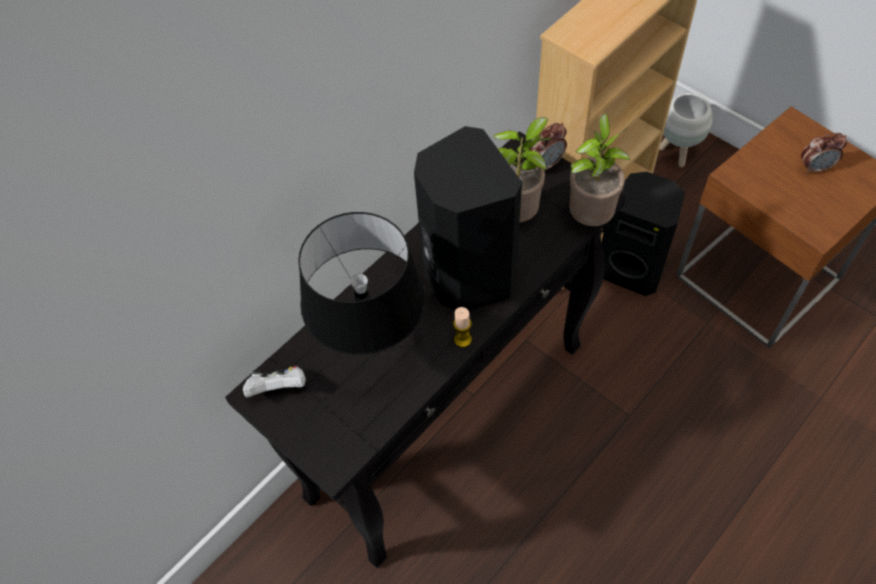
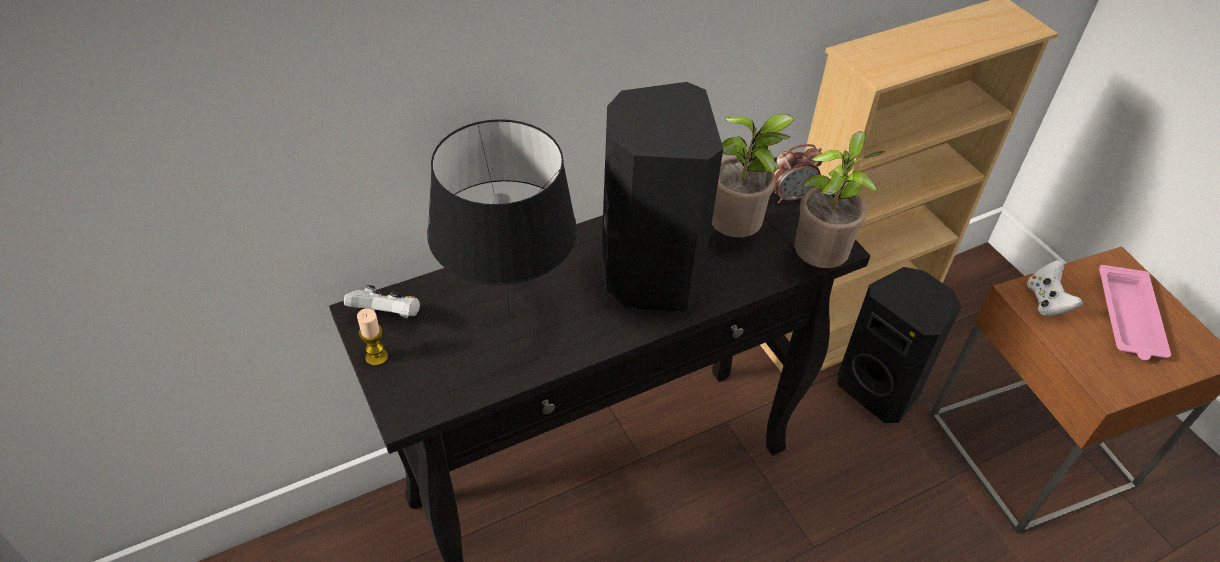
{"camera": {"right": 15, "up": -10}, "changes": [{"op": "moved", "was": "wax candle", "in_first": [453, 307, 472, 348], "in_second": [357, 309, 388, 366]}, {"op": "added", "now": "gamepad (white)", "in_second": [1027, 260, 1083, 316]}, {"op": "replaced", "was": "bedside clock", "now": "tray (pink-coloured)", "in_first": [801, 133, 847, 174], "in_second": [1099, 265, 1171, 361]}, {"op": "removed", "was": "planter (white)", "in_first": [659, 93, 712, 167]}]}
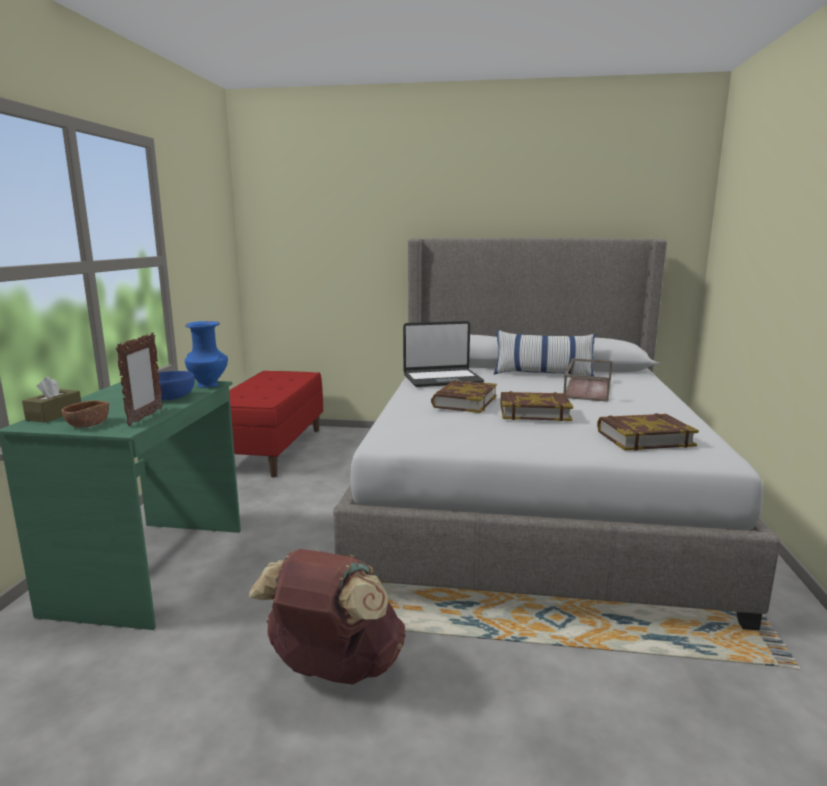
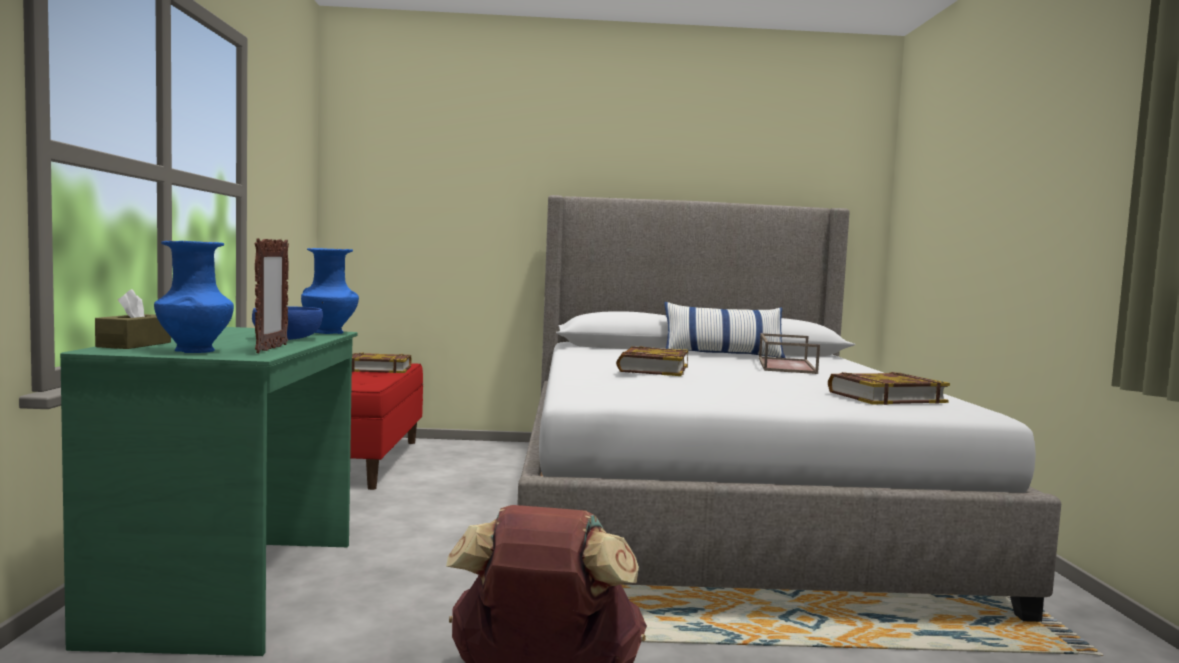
{"camera": {"right": -10, "up": -10}, "changes": [{"op": "replaced", "was": "bowl (brownish)", "now": "decorative vase (bluish)", "in_first": [62, 400, 109, 428], "in_second": [154, 241, 234, 353]}, {"op": "moved", "was": "bound book", "in_first": [501, 391, 573, 421], "in_second": [352, 353, 412, 373]}, {"op": "removed", "was": "notebook computer", "in_first": [403, 321, 484, 387]}]}
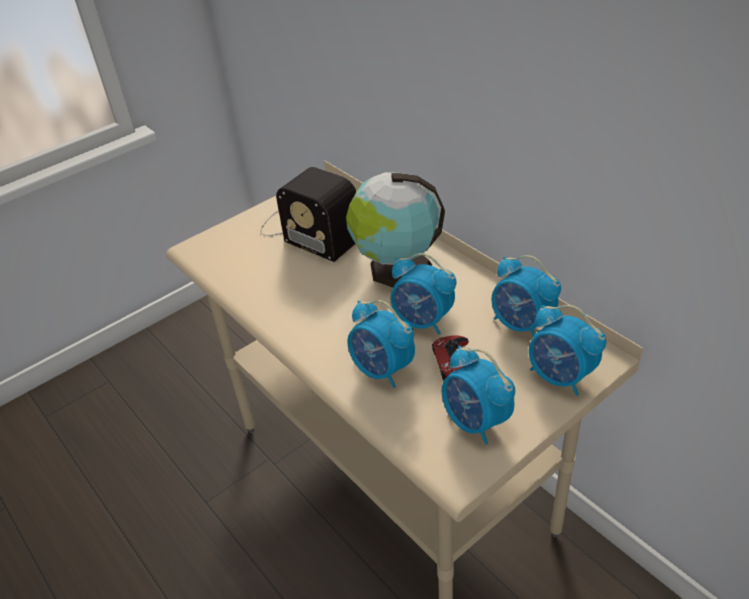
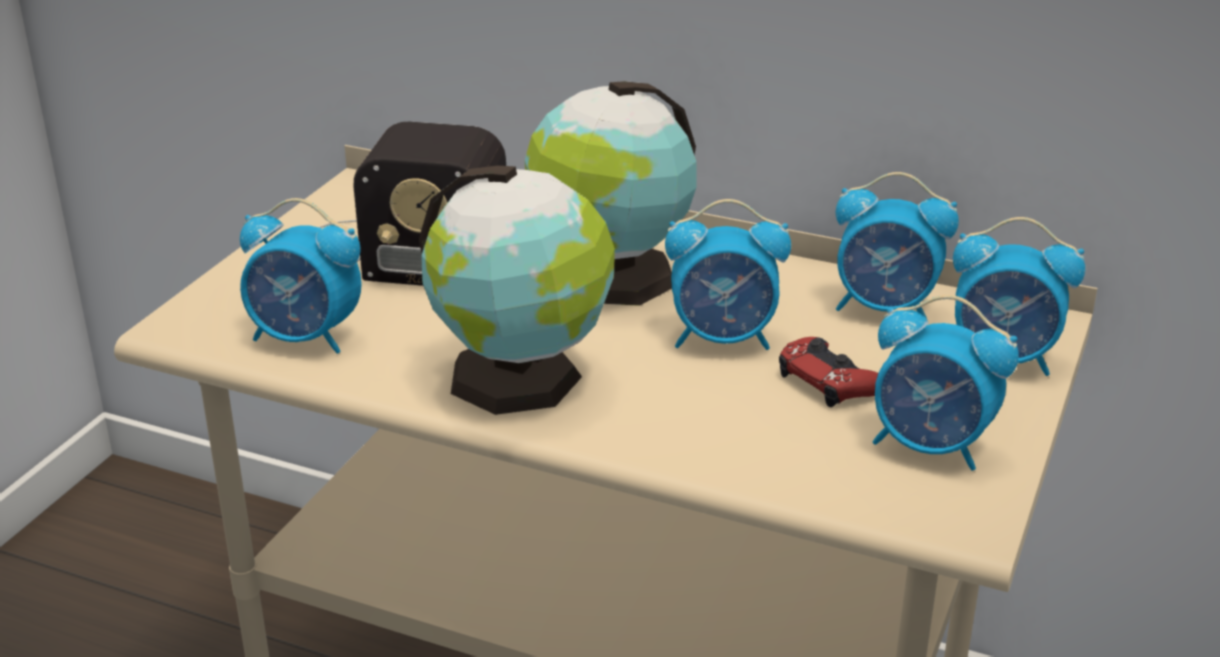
{"camera": {"right": -30, "up": -10}, "changes": [{"op": "moved", "was": "bedside clock", "in_first": [347, 300, 415, 388], "in_second": [240, 198, 362, 354]}, {"op": "added", "now": "desk globe", "in_second": [419, 166, 615, 415]}]}
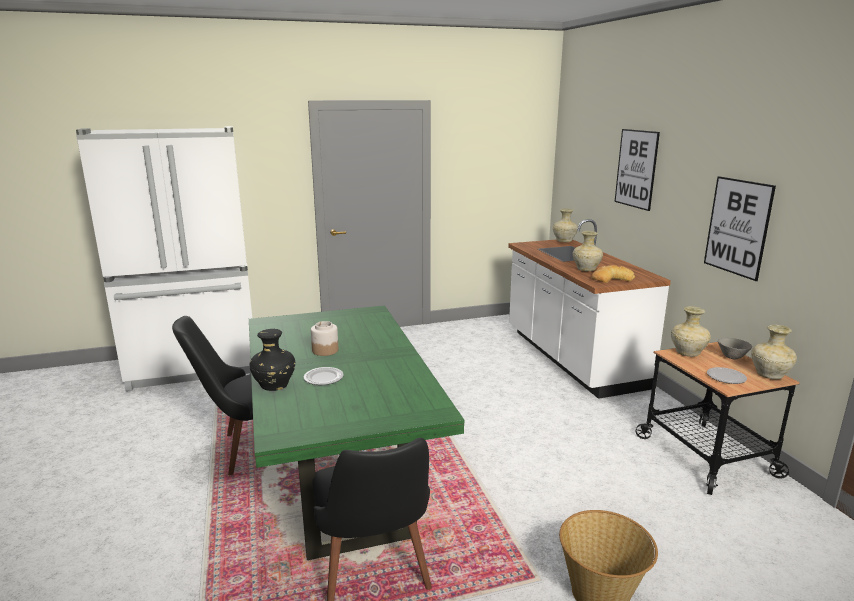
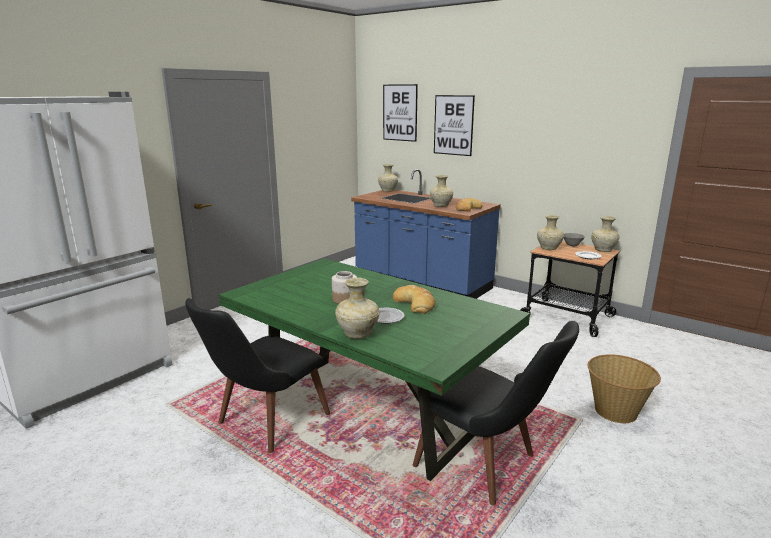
{"camera": {"right": -35, "up": 0}, "changes": [{"op": "recoloured", "was": "decorative vase (black-coloured)", "now": "decorative vase (beige)", "in_first": [249, 329, 295, 391], "in_second": [335, 277, 379, 339]}, {"op": "recoloured", "was": "kitchen base unit (white)", "now": "kitchen base unit (bluish)", "in_first": [508, 219, 671, 399], "in_second": [351, 169, 501, 299]}, {"op": "moved", "was": "picture", "in_first": [704, 176, 776, 281], "in_second": [383, 84, 418, 142]}, {"op": "added", "now": "bakery bread", "in_second": [393, 285, 436, 314]}]}
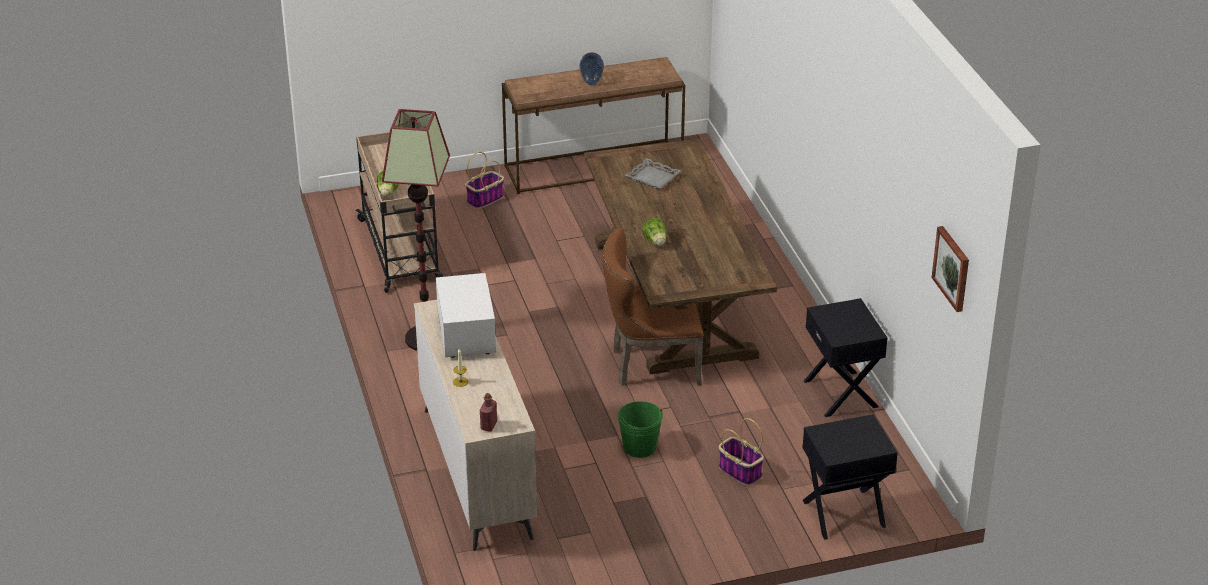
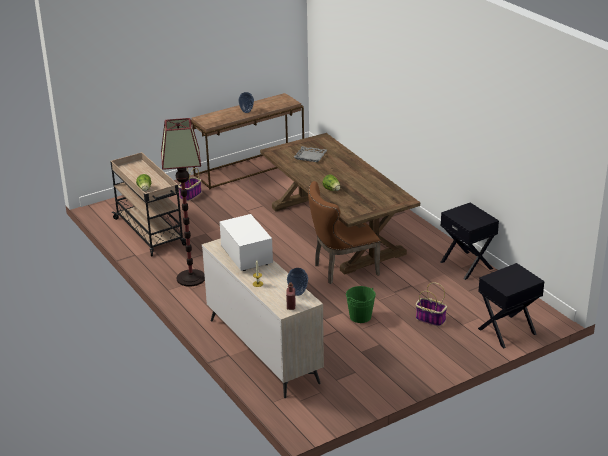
{"camera": {"right": -15, "up": -5}, "changes": [{"op": "added", "now": "decorative vase", "in_second": [287, 268, 308, 296]}, {"op": "removed", "was": "picture", "in_first": [932, 226, 969, 312]}]}
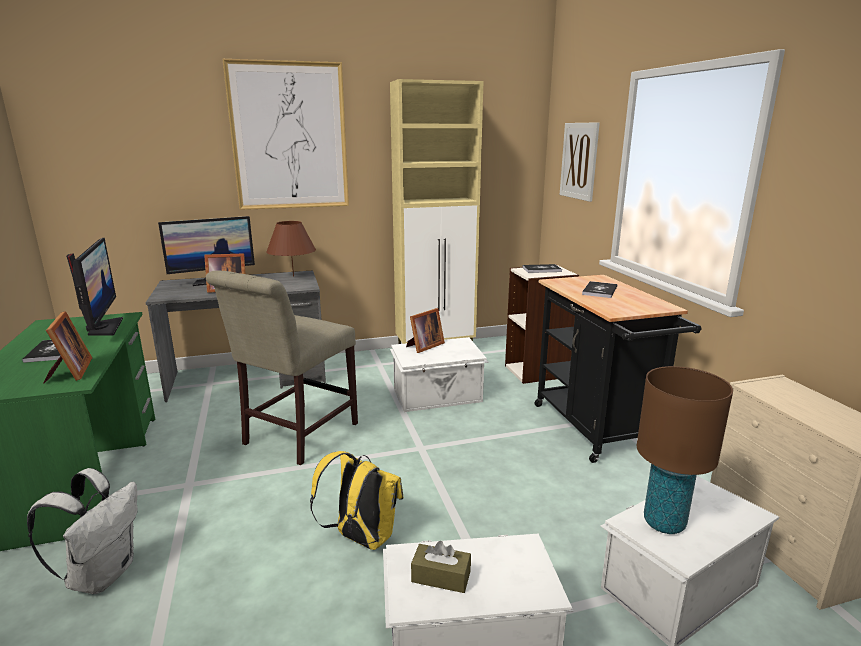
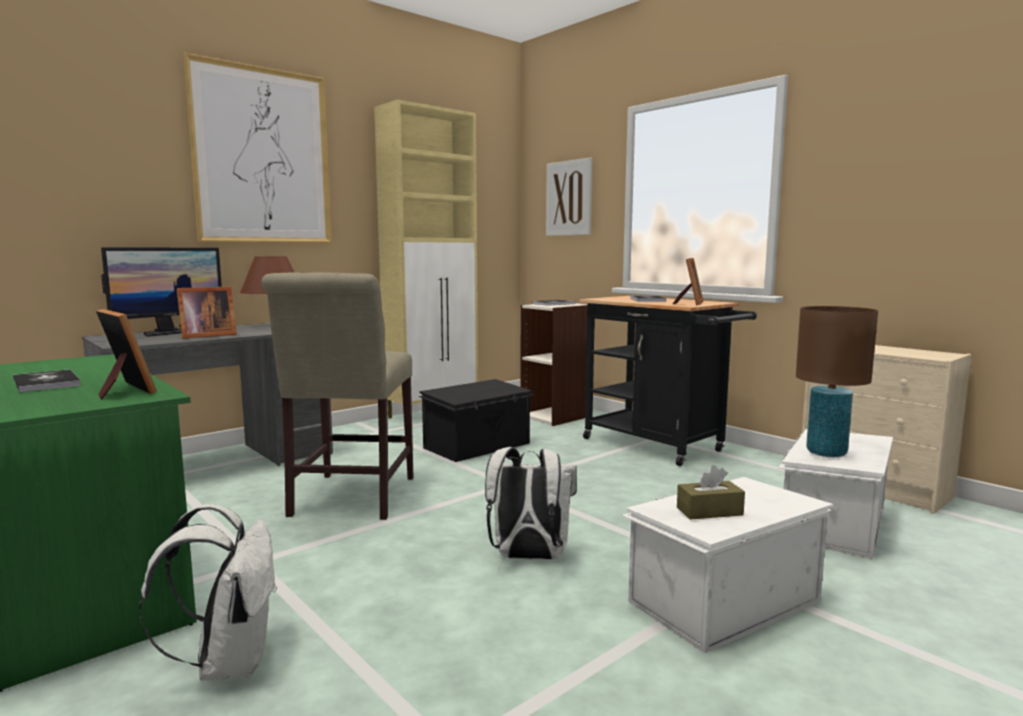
{"camera": {"right": -25, "up": -10}, "changes": [{"op": "recoloured", "was": "storage bin (white)", "now": "storage bin (black-coloured)", "in_first": [390, 337, 489, 412], "in_second": [419, 379, 535, 462]}, {"op": "recoloured", "was": "knapsack (yellow)", "now": "knapsack (white)", "in_first": [310, 451, 403, 550], "in_second": [485, 447, 577, 560]}, {"op": "moved", "was": "photo frame", "in_first": [406, 308, 445, 353], "in_second": [673, 258, 703, 305]}, {"op": "removed", "was": "monitor", "in_first": [66, 238, 123, 336]}]}
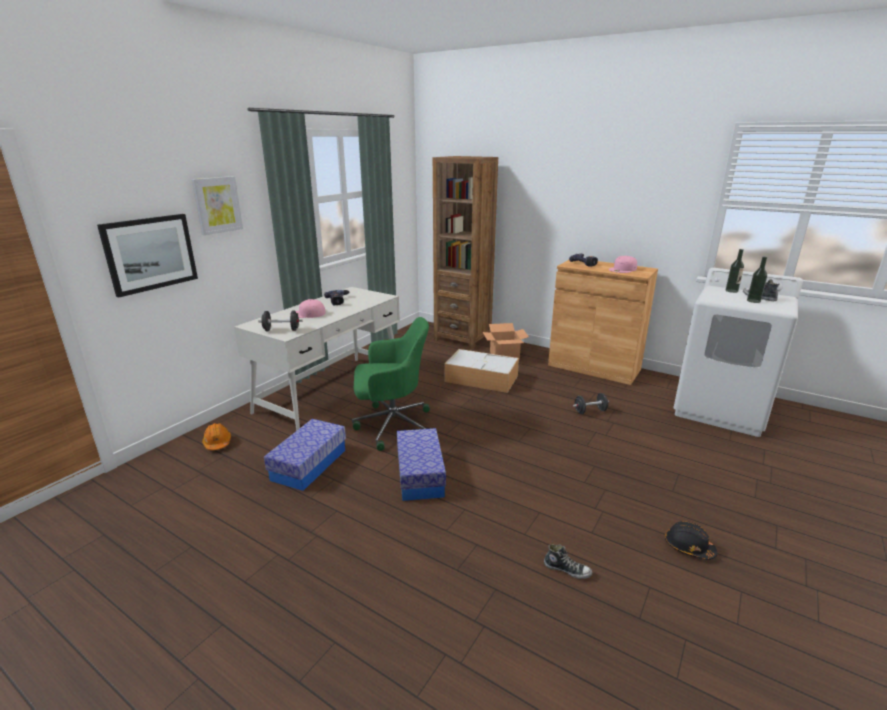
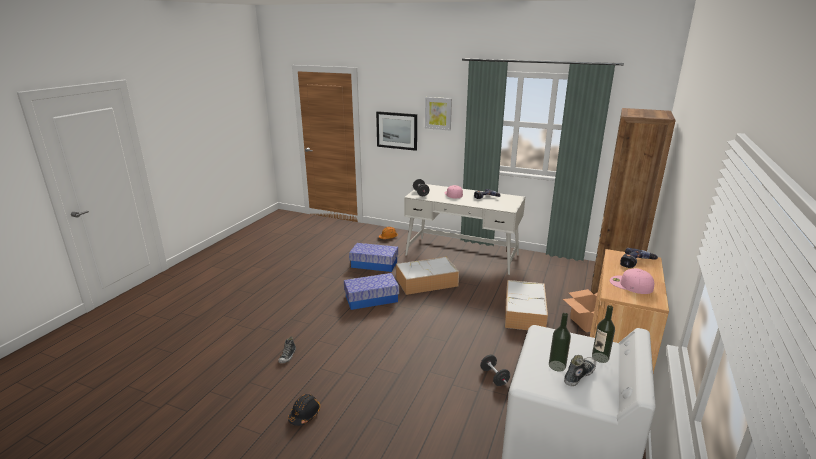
{"camera": {"right": 80, "up": 0}, "changes": [{"op": "replaced", "was": "computer chair (greenish)", "now": "storage bin", "in_first": [352, 317, 430, 451], "in_second": [396, 257, 459, 295]}]}
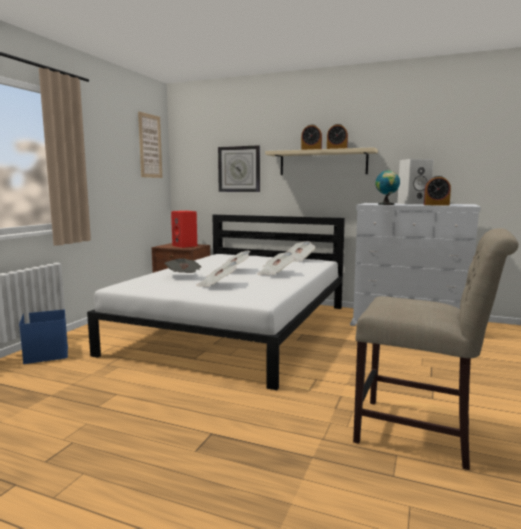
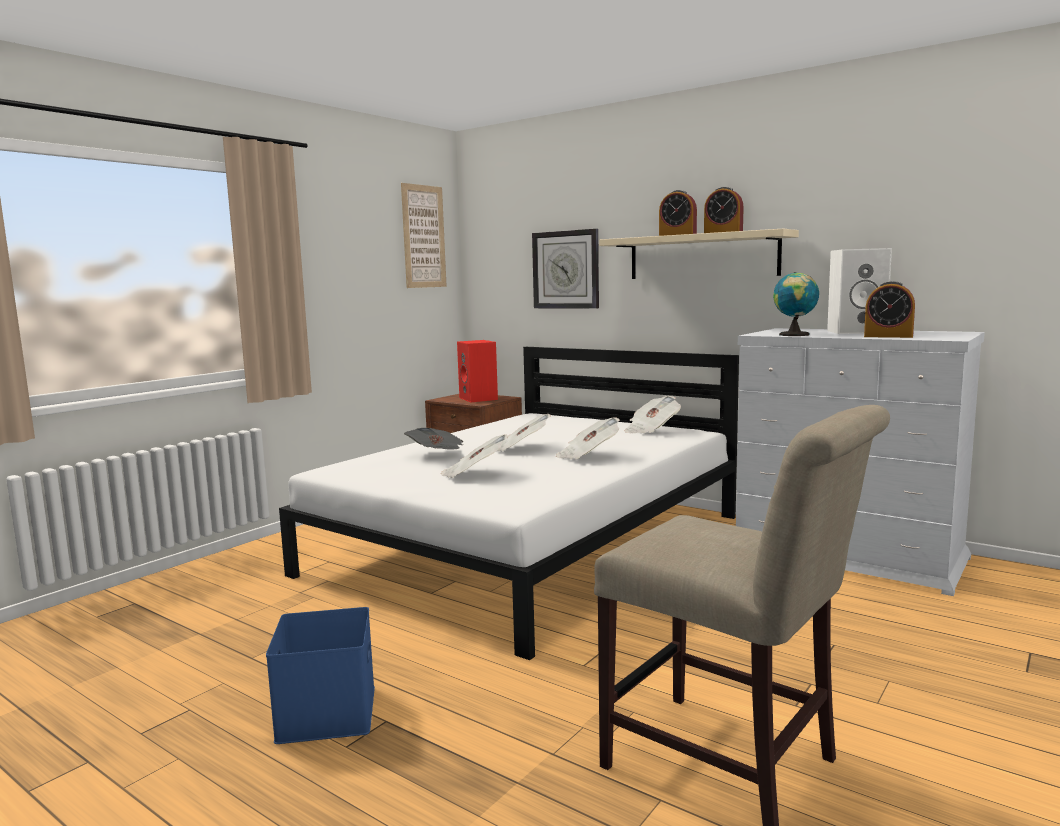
{"camera": {"right": 15, "up": 0}, "changes": [{"op": "moved", "was": "storage bin (bluish)", "in_first": [19, 310, 68, 364], "in_second": [266, 607, 375, 744]}]}
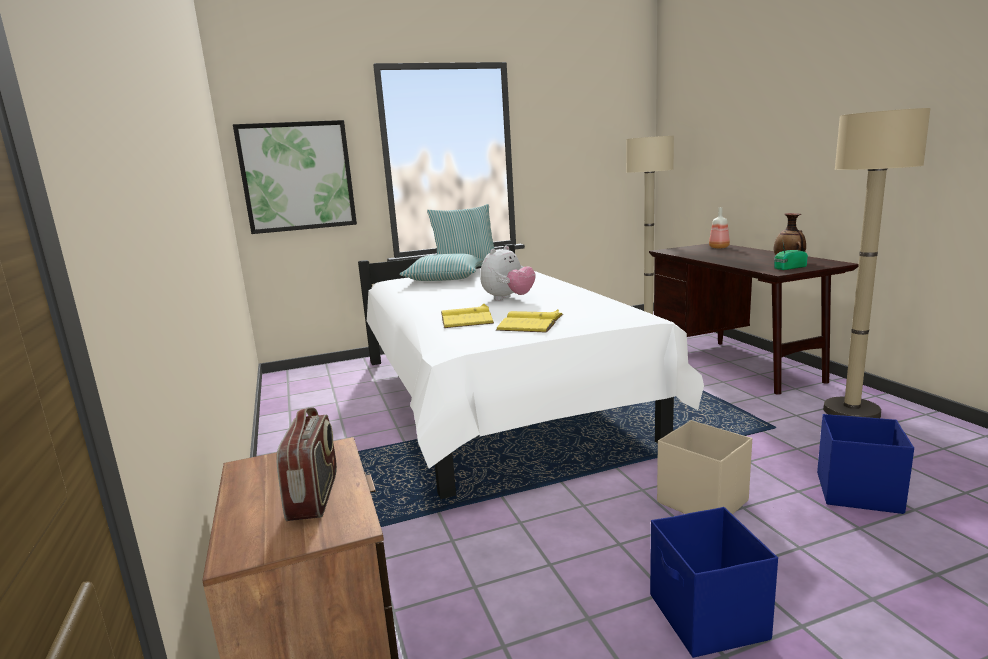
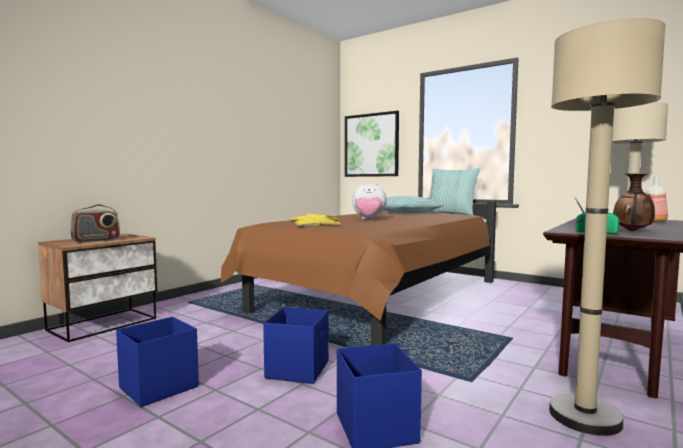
{"camera": {"right": 55, "up": -10}, "changes": [{"op": "recoloured", "was": "bedroom bed (white)", "now": "bedroom bed (brownish)", "in_first": [358, 244, 704, 499], "in_second": [221, 201, 496, 346]}, {"op": "recoloured", "was": "storage bin (beige)", "now": "storage bin (bluish)", "in_first": [657, 420, 752, 514], "in_second": [263, 307, 329, 384]}]}
